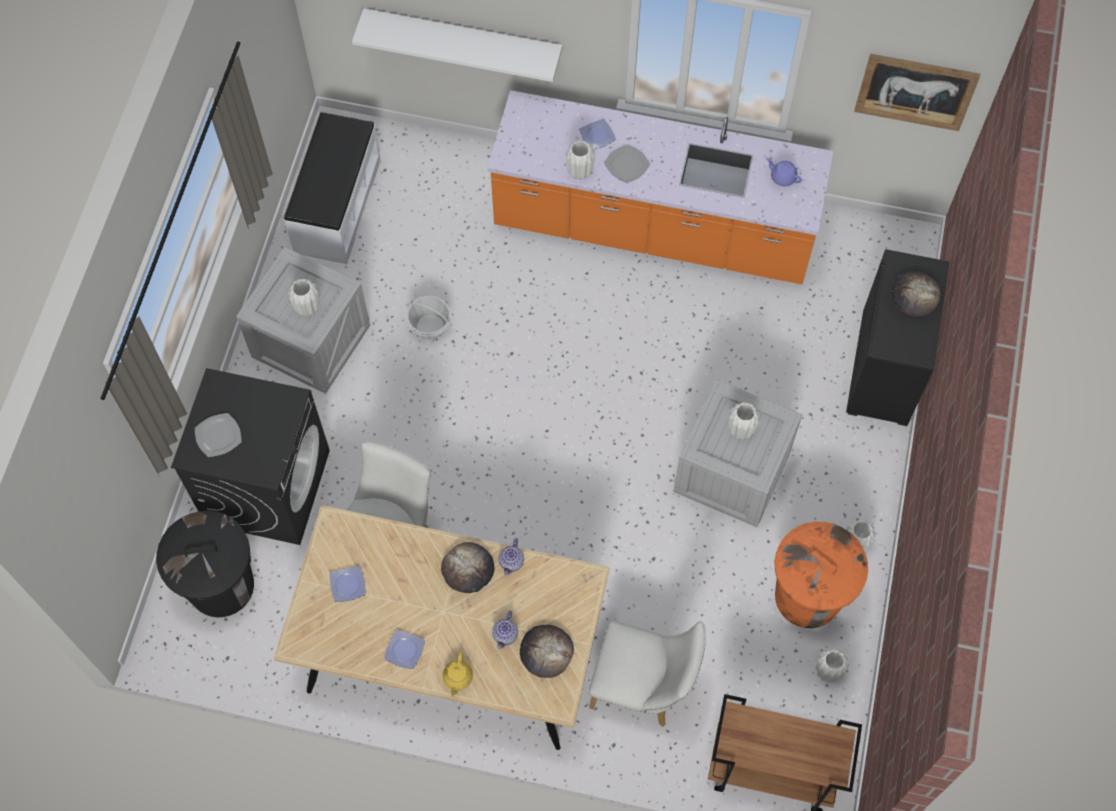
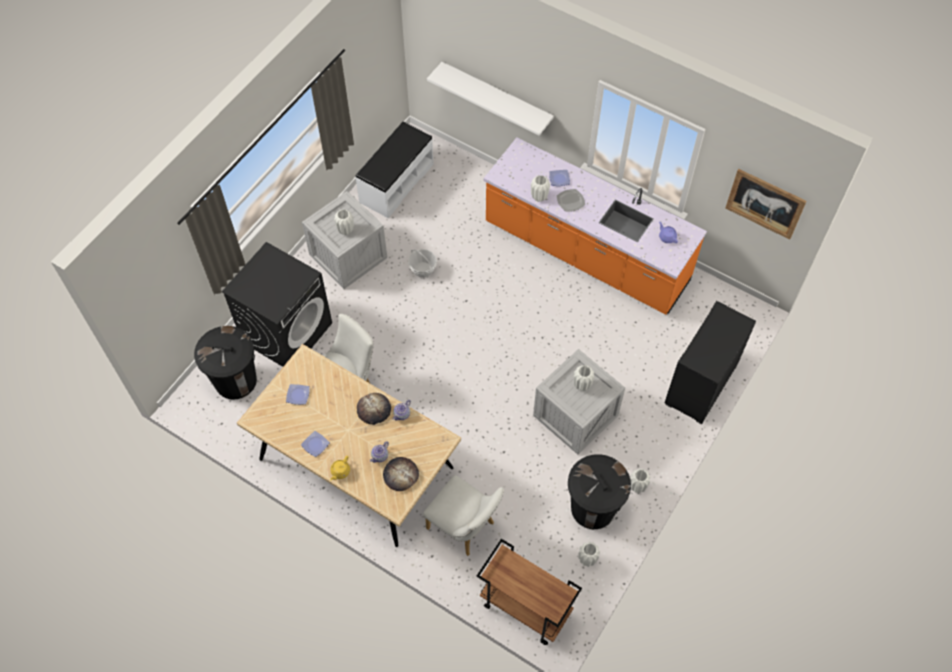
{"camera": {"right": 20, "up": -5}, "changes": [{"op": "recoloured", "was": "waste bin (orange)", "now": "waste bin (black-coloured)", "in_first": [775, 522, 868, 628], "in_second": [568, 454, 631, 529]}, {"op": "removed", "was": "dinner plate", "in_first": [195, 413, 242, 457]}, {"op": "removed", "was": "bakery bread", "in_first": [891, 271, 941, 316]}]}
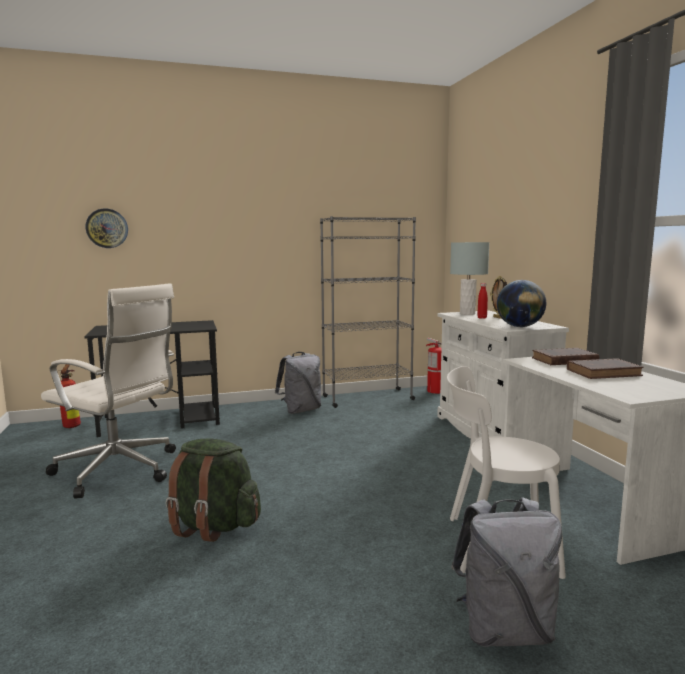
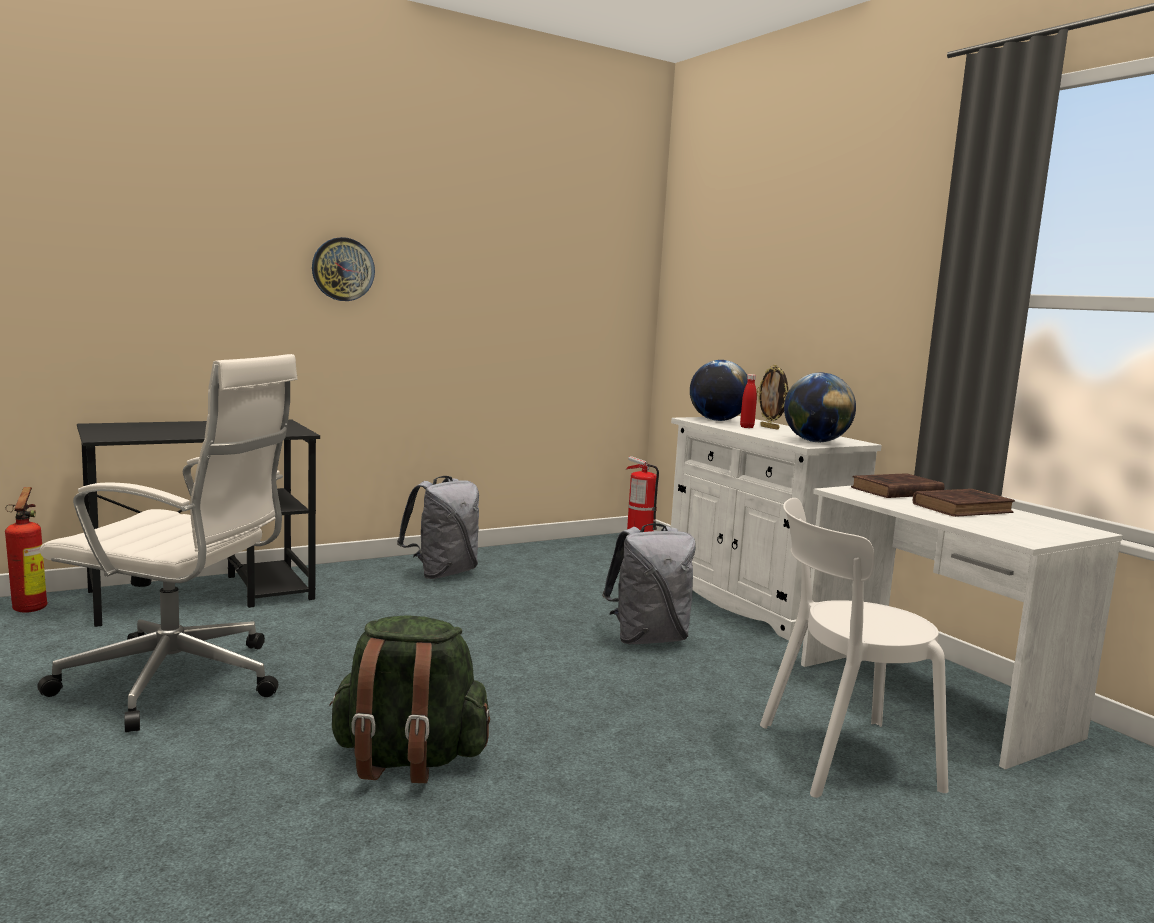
{"camera": {"right": -15, "up": 0}, "changes": [{"op": "moved", "was": "clock on the wall", "in_first": [86, 208, 128, 248], "in_second": [312, 237, 375, 301]}, {"op": "moved", "was": "knapsack (grey)", "in_first": [451, 497, 562, 647], "in_second": [602, 523, 696, 644]}, {"op": "replaced", "was": "table lamp (grey)", "now": "desk globe", "in_first": [450, 242, 490, 315], "in_second": [690, 360, 748, 421]}, {"op": "removed", "was": "shelving unit (grey)", "in_first": [320, 216, 416, 408]}]}
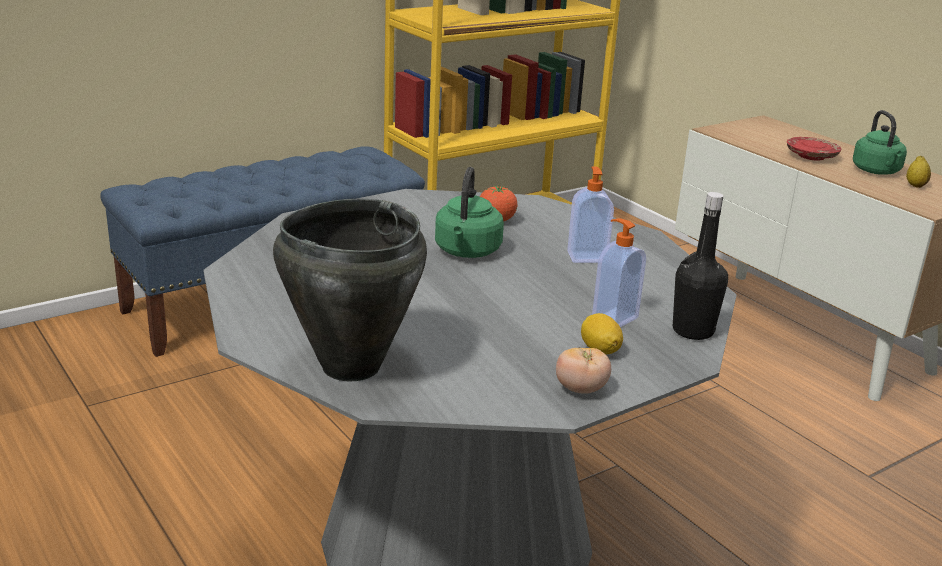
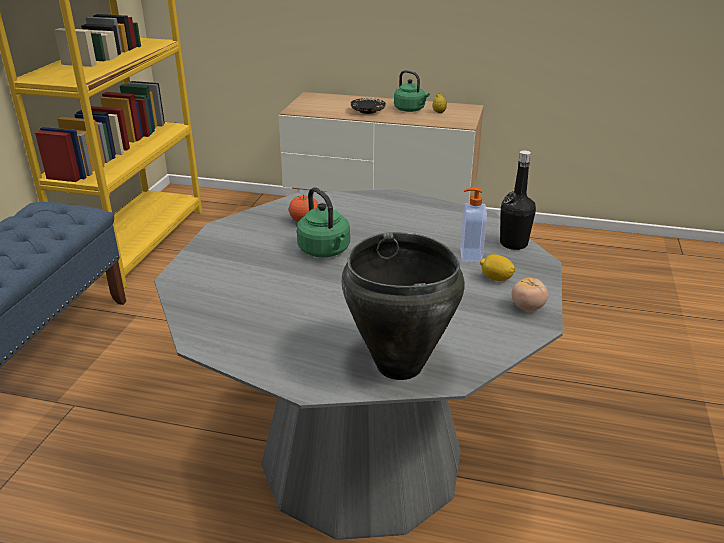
{"camera": {"right": -40, "up": 5}, "changes": [{"op": "recoloured", "was": "dinner plate (red-coloured)", "now": "dinner plate (black-coloured)", "in_first": [787, 137, 841, 161], "in_second": [350, 98, 386, 114]}, {"op": "removed", "was": "liquid soap bottle", "in_first": [567, 167, 614, 263]}]}
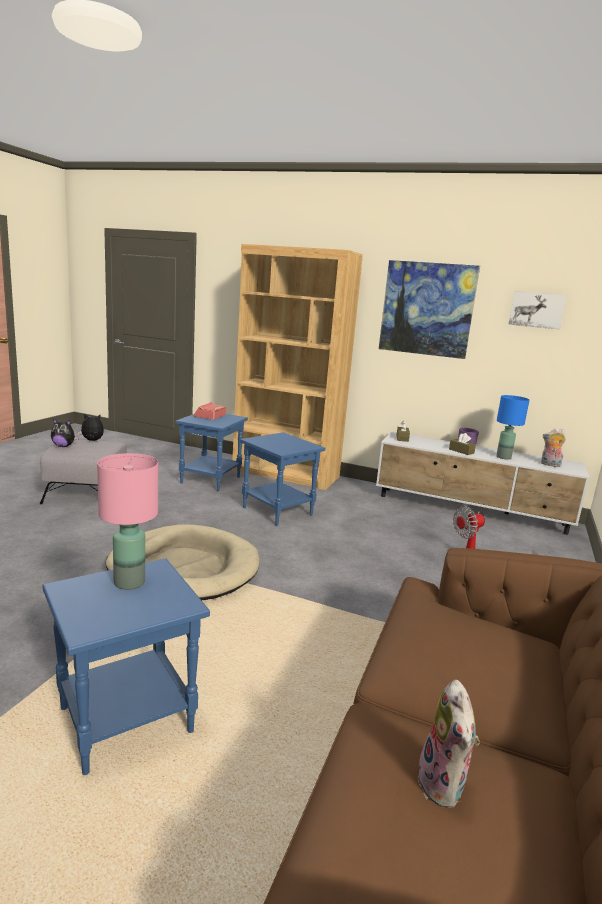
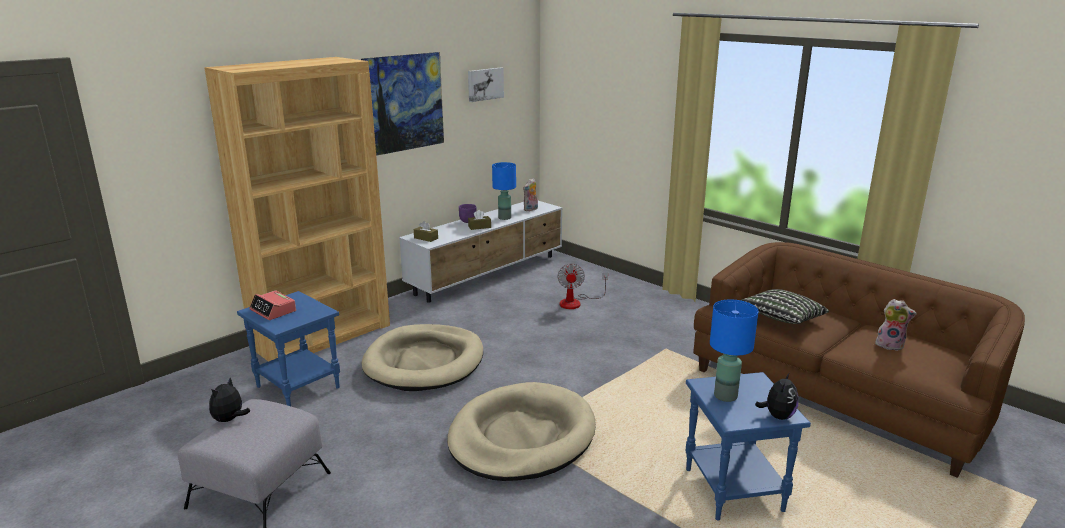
{"camera": {"right": -65, "up": 5}, "changes": [{"op": "replaced", "was": "accent table (bluish)", "now": "pet bed (beige)", "in_first": [240, 432, 325, 526], "in_second": [362, 324, 483, 391]}, {"op": "recoloured", "was": "table lamp (pink-coloured)", "now": "table lamp (bluish)", "in_first": [97, 453, 158, 590], "in_second": [710, 299, 759, 402]}, {"op": "added", "now": "cushion", "in_second": [741, 289, 829, 324]}, {"op": "moved", "was": "cuddly toy", "in_first": [51, 418, 79, 447], "in_second": [755, 372, 798, 420]}]}
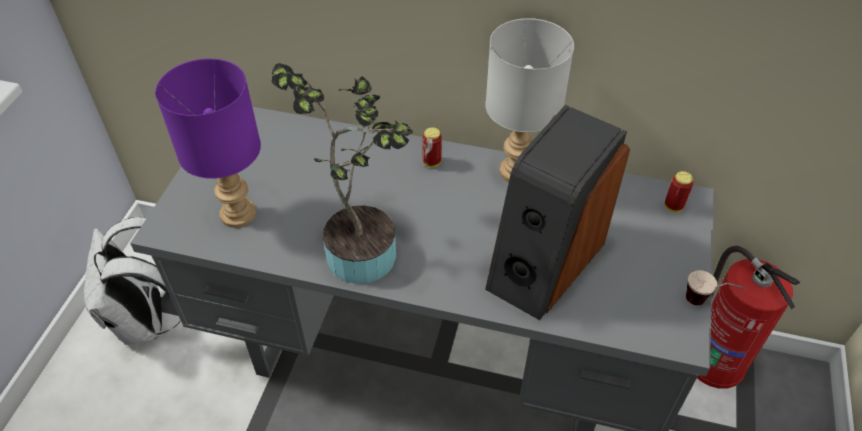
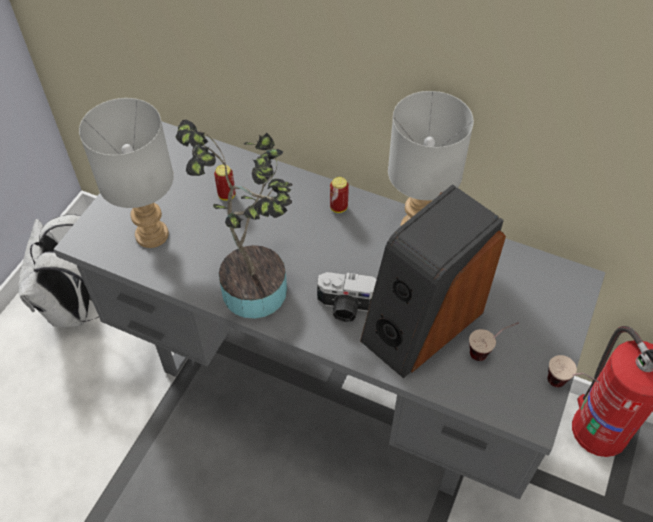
{"camera": {"right": 10, "up": 5}, "changes": [{"op": "recoloured", "was": "table lamp (purplish)", "now": "table lamp (grey)", "in_first": [155, 58, 261, 228], "in_second": [79, 98, 174, 248]}, {"op": "moved", "was": "can", "in_first": [665, 171, 694, 212], "in_second": [214, 164, 235, 201]}, {"op": "added", "now": "photo camera", "in_second": [317, 272, 377, 322]}, {"op": "added", "now": "drinking cup", "in_second": [469, 322, 519, 361]}]}
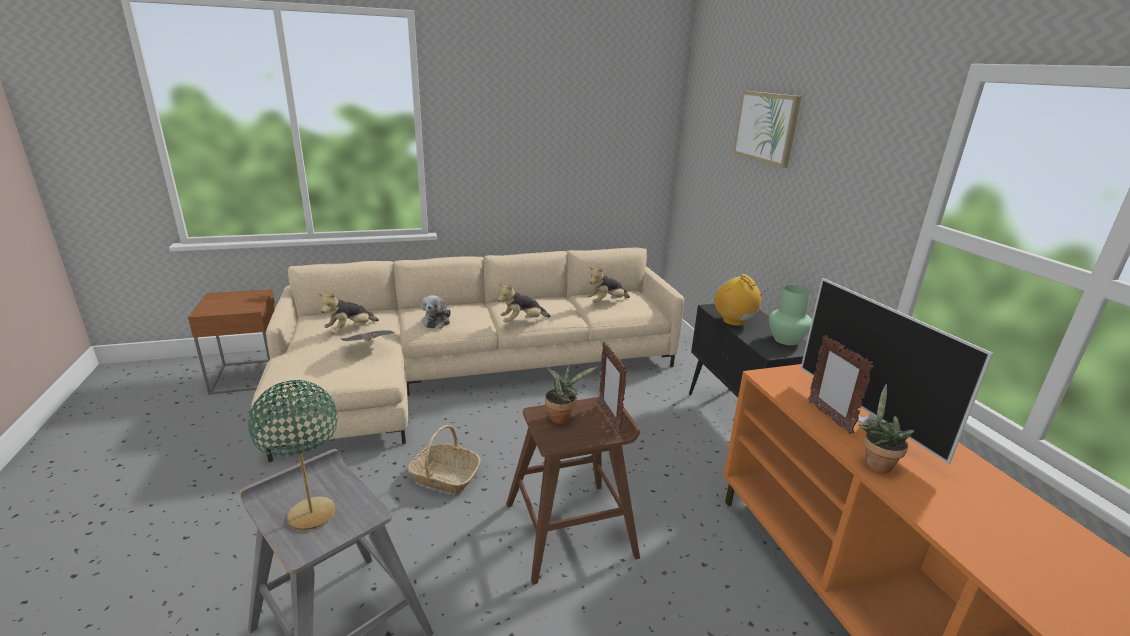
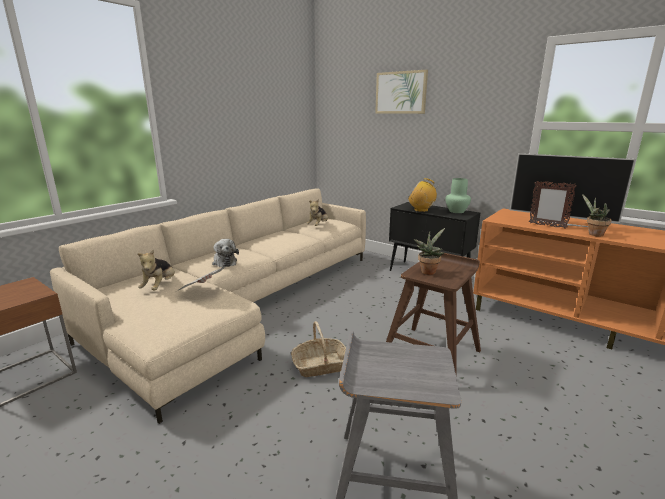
{"camera": {"right": -35, "up": -5}, "changes": [{"op": "removed", "was": "table lamp (greenish)", "in_first": [248, 380, 338, 530]}, {"op": "removed", "was": "cuddly toy", "in_first": [498, 283, 551, 323]}, {"op": "removed", "was": "photo frame", "in_first": [599, 342, 627, 433]}]}
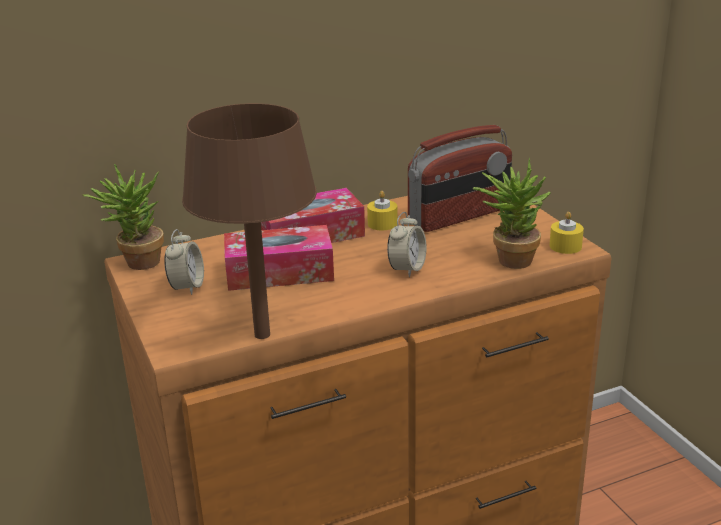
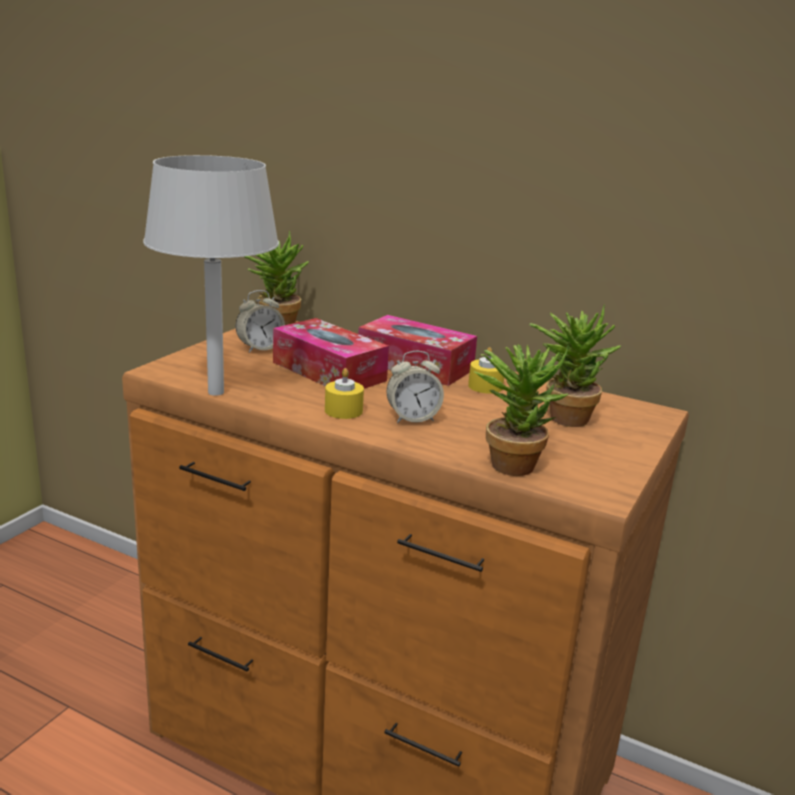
{"camera": {"right": 50, "up": -5}, "changes": [{"op": "recoloured", "was": "table lamp (brownish)", "now": "table lamp (grey)", "in_first": [182, 103, 317, 339], "in_second": [143, 155, 279, 396]}, {"op": "moved", "was": "wax candle (yellow)", "in_first": [550, 212, 584, 254], "in_second": [325, 368, 364, 419]}, {"op": "replaced", "was": "radio set", "now": "houseplant", "in_first": [408, 125, 512, 232], "in_second": [529, 304, 621, 427]}]}
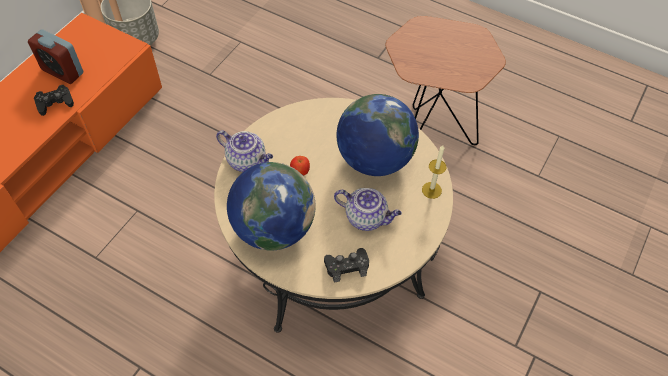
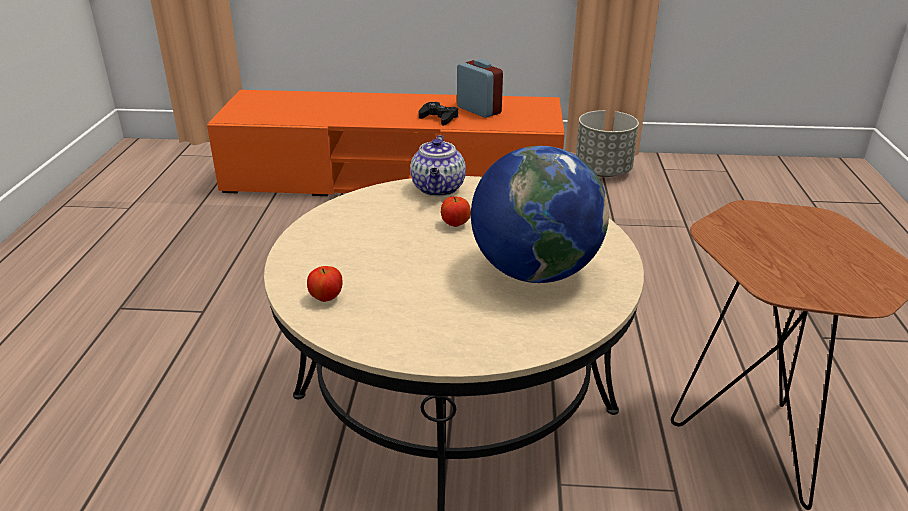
{"camera": {"right": 65, "up": -25}, "changes": [{"op": "replaced", "was": "gamepad (black-coloured)", "now": "apple", "in_first": [324, 248, 369, 283], "in_second": [307, 266, 343, 302]}, {"op": "turned", "was": "bedside clock", "in_first": [28, 29, 83, 84], "in_second": [457, 59, 503, 118], "clockwise": 135}, {"op": "removed", "was": "desk globe", "in_first": [227, 162, 315, 250]}, {"op": "removed", "was": "tea pot", "in_first": [334, 188, 402, 231]}, {"op": "removed", "was": "wax candle", "in_first": [422, 145, 446, 199]}]}
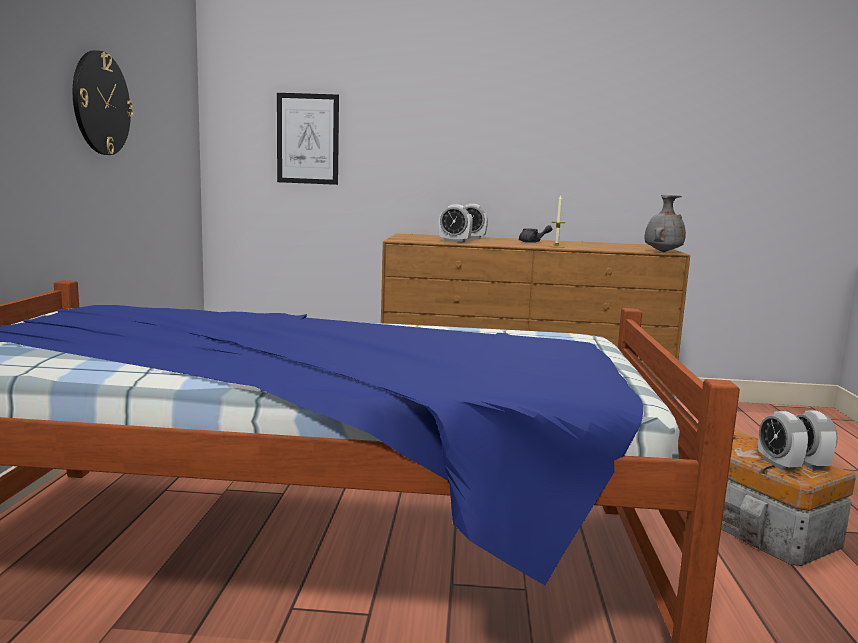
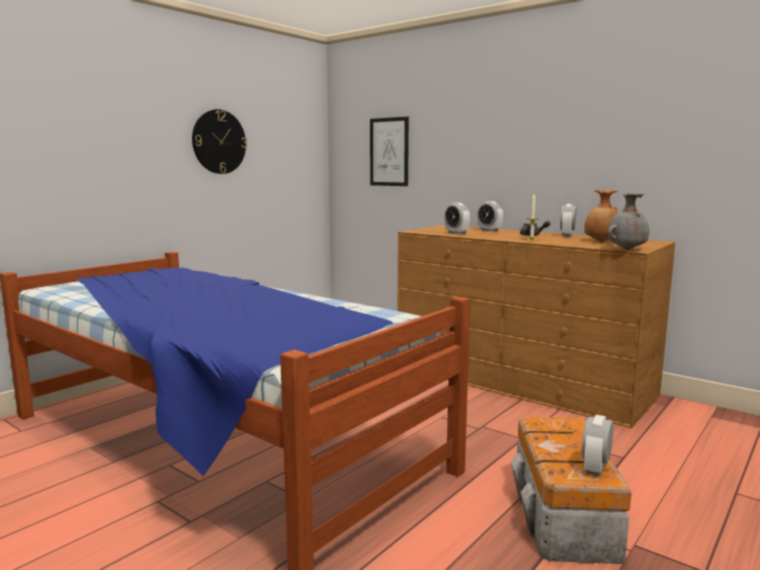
{"camera": {"right": 35, "up": 0}, "changes": [{"op": "moved", "was": "bedside clock", "in_first": [758, 411, 808, 471], "in_second": [560, 204, 576, 237]}, {"op": "added", "now": "decorative vase (brownish)", "in_second": [584, 190, 618, 242]}]}
